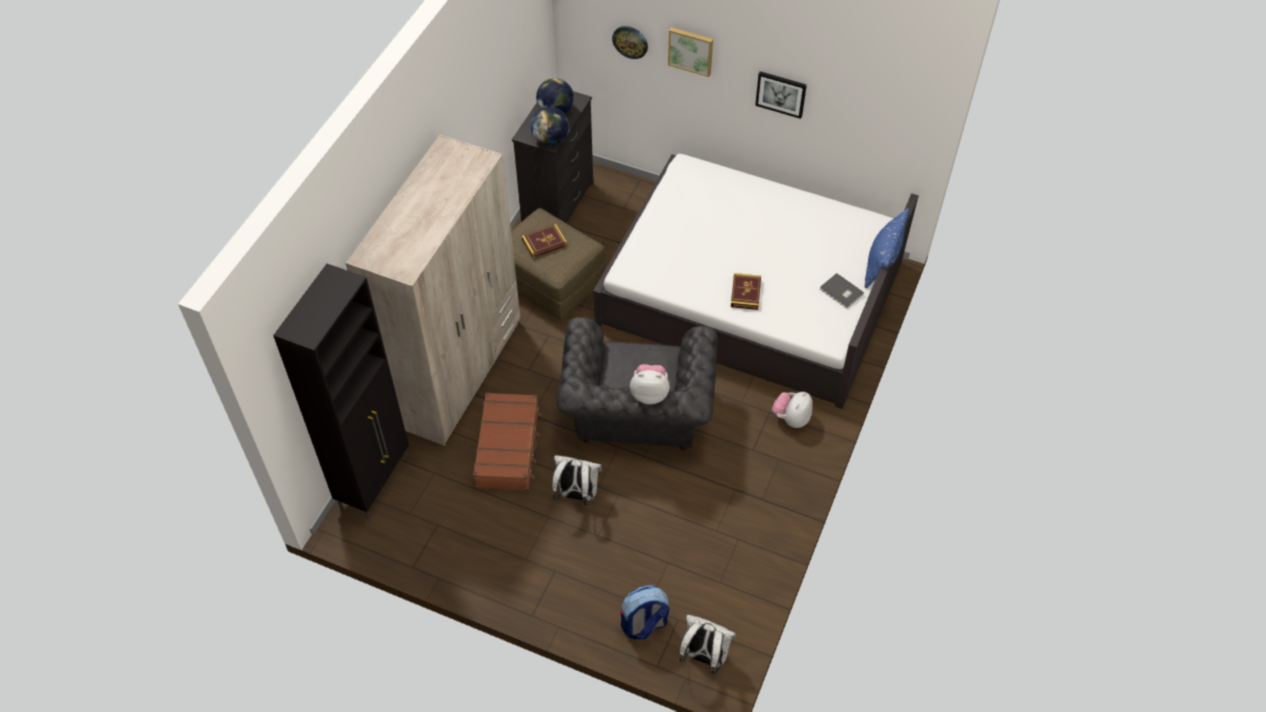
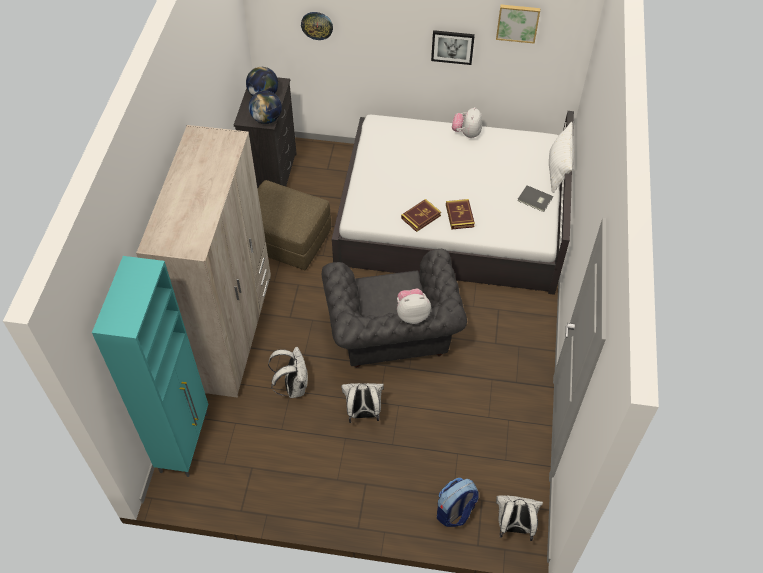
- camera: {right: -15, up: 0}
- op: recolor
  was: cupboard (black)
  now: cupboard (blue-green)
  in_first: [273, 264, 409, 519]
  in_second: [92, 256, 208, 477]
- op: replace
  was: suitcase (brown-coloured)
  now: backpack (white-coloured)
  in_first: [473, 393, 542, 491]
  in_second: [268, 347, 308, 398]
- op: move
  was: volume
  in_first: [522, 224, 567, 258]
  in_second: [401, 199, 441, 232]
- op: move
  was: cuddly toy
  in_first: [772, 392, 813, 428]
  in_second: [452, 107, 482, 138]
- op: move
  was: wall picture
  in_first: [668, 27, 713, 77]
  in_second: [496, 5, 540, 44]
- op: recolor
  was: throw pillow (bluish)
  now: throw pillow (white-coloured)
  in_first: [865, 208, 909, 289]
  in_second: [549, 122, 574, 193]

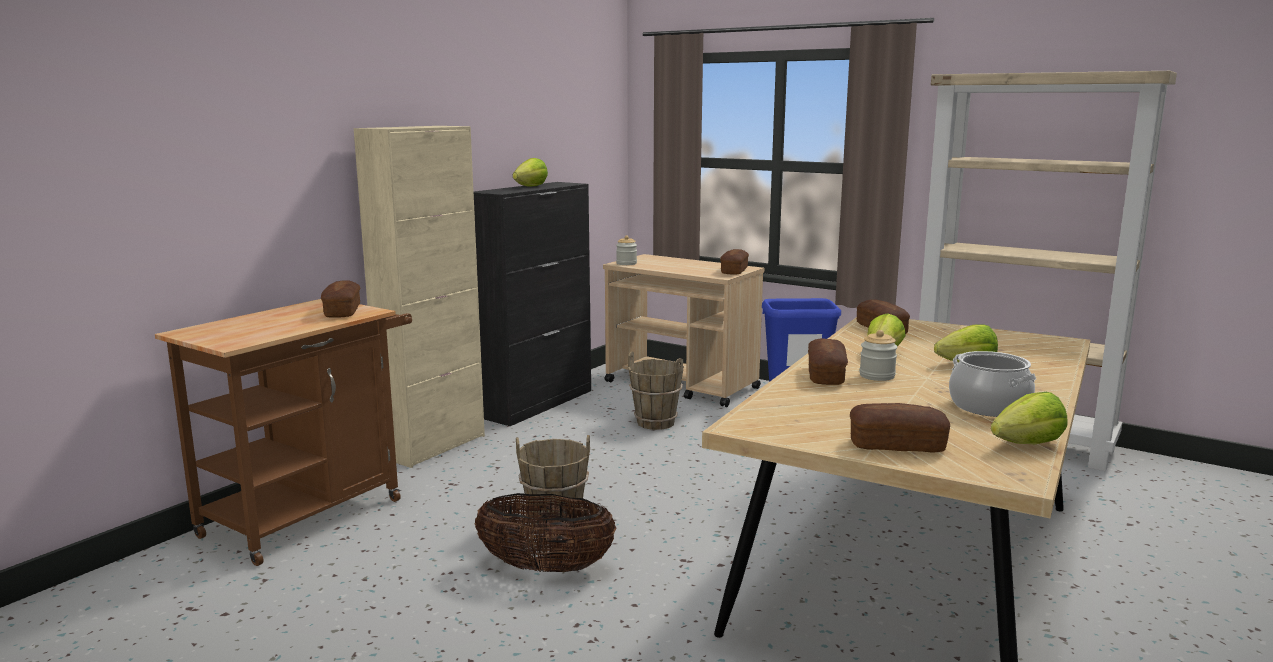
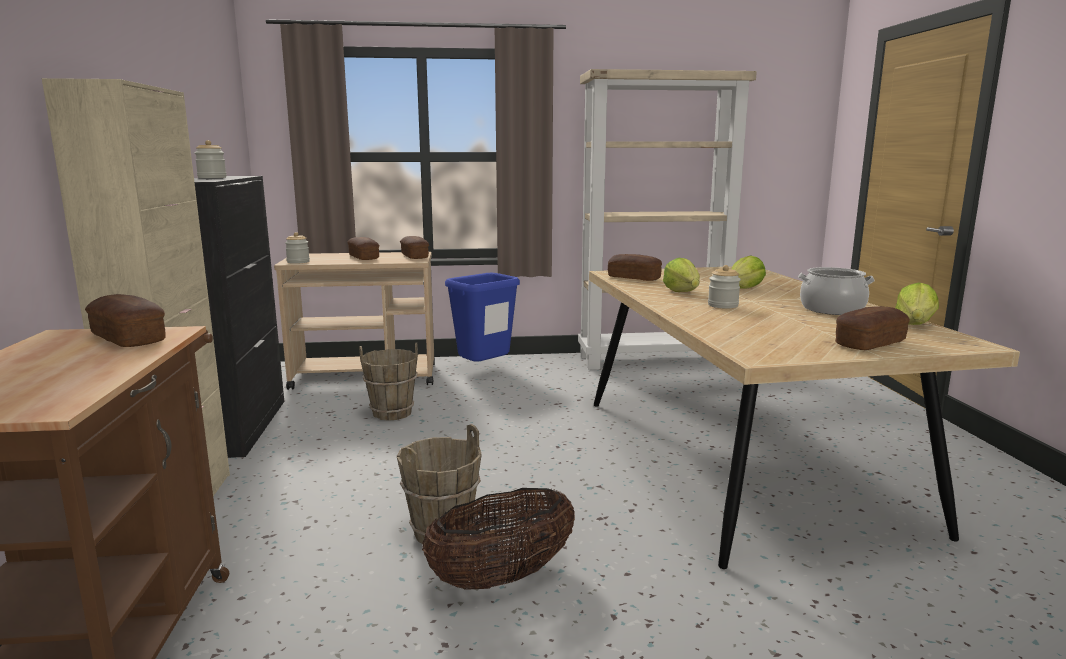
- camera: {right: -40, up: 0}
- op: replace
  was: head of lettuce
  now: storage jar
  in_first: [513, 158, 548, 186]
  in_second: [195, 140, 227, 178]
- op: move
  was: baked bread
  in_first: [808, 338, 848, 385]
  in_second: [347, 237, 379, 260]

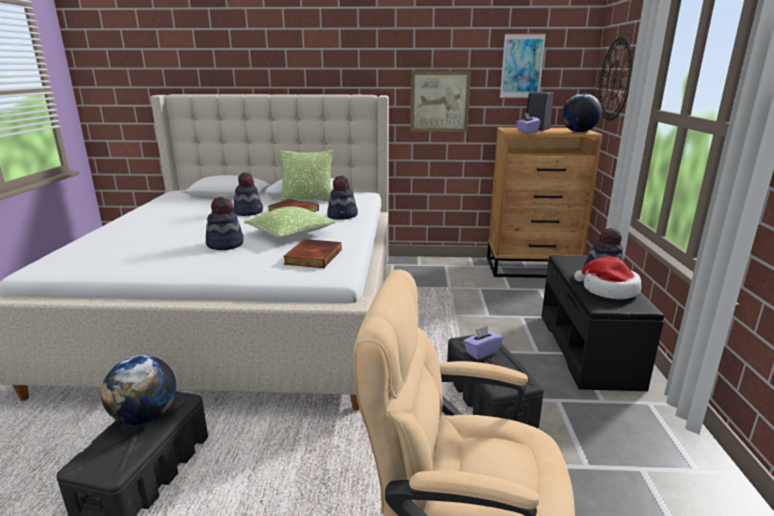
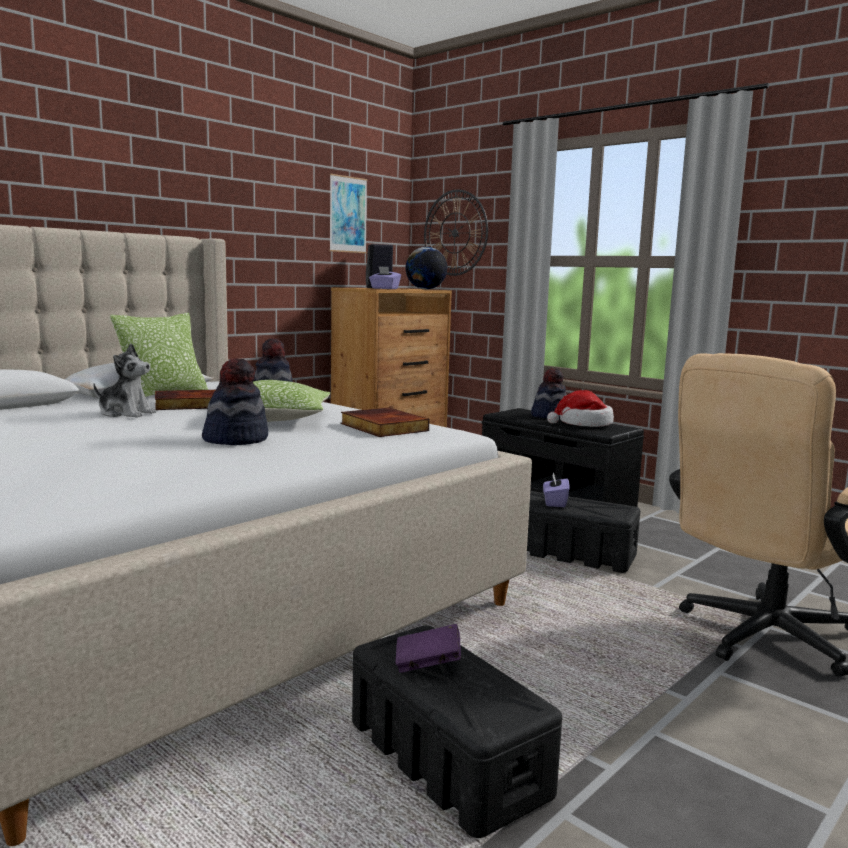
- camera: {right: -50, up: -10}
- op: replace
  was: hat
  now: cuddly toy
  in_first: [233, 172, 263, 216]
  in_second: [93, 343, 156, 418]
- op: replace
  was: globe
  now: volume (purple)
  in_first: [101, 355, 176, 425]
  in_second: [396, 624, 461, 673]
- op: delete
  was: wall picture
  in_first: [410, 71, 471, 132]

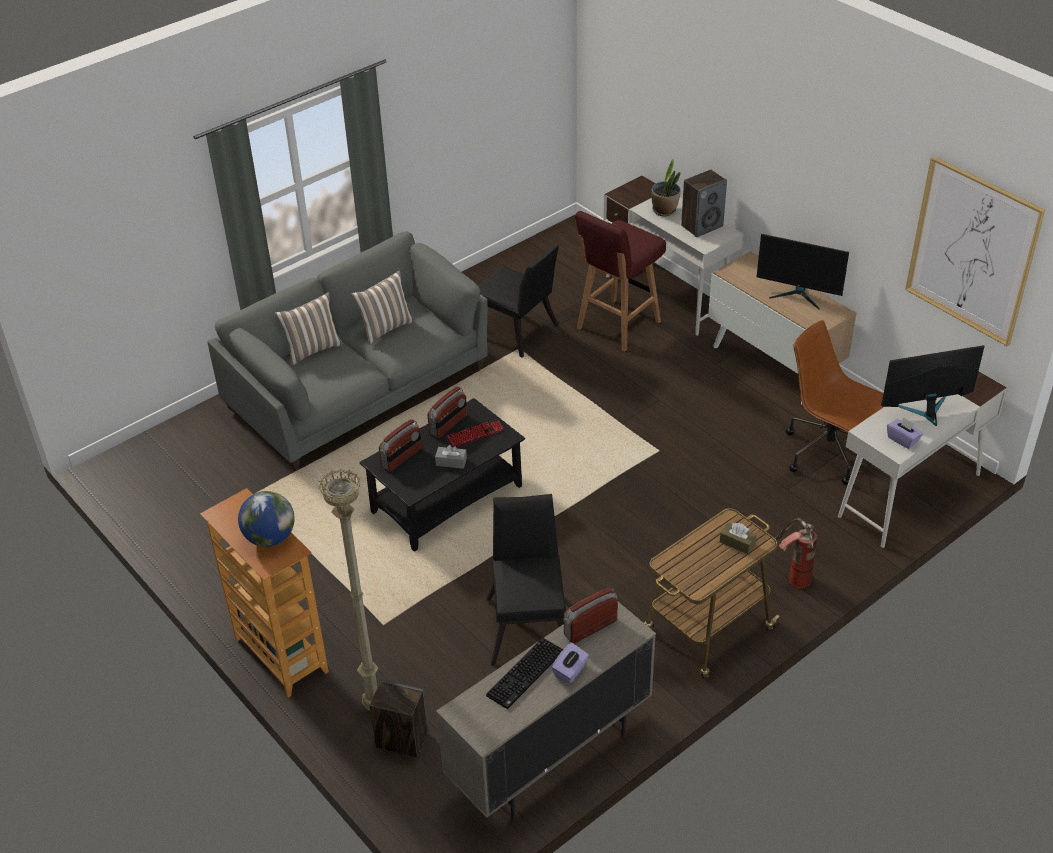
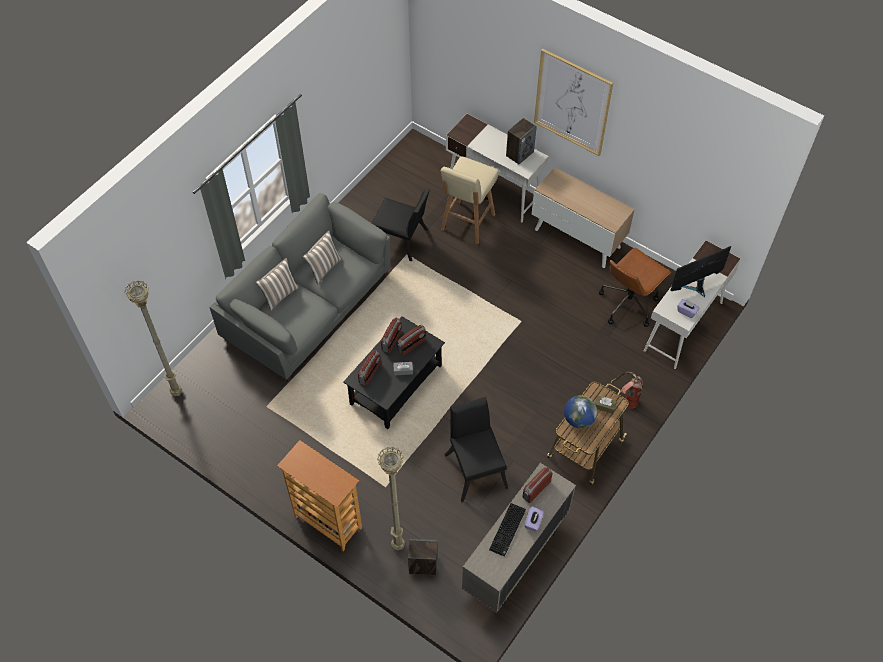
- camera: {right: -15, up: 15}
- op: insert
  now: standing lamp (beige-coloured)
  in_second: [125, 280, 182, 396]
- op: replace
  was: PC keyboard
  now: radio receiver
  in_first: [446, 419, 505, 447]
  in_second: [397, 325, 426, 356]
- op: recolor
  was: sitting stool (red-coloured)
  now: sitting stool (beige-coloured)
  in_first: [575, 211, 666, 351]
  in_second: [441, 156, 499, 244]
- op: move
  was: wall picture
  in_first: [905, 156, 1045, 346]
  in_second: [534, 49, 613, 156]
- op: move
  was: globe
  in_first: [238, 491, 295, 547]
  in_second: [564, 395, 597, 428]
- op: rotate
  was: computer chair (brown-coloured)
  in_first: [786, 320, 883, 485]
  in_second: [599, 247, 671, 327]
  clockwise: -75
- op: delete
  was: potted plant
  in_first: [651, 158, 681, 216]
- op: delete
  was: computer screen
  in_first: [756, 234, 849, 310]

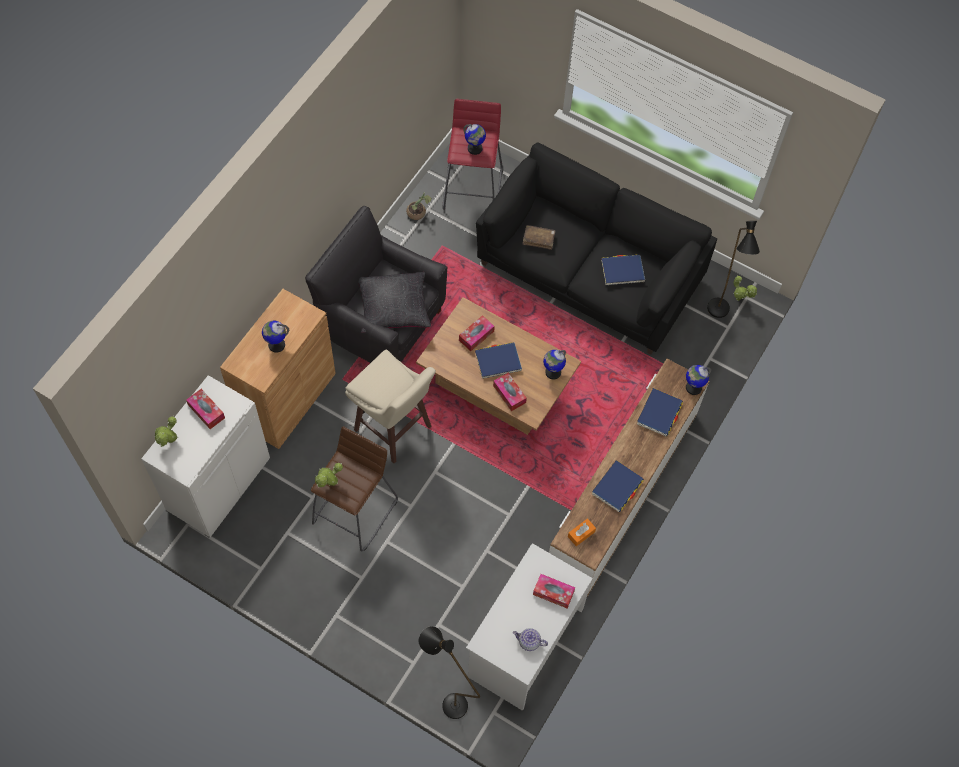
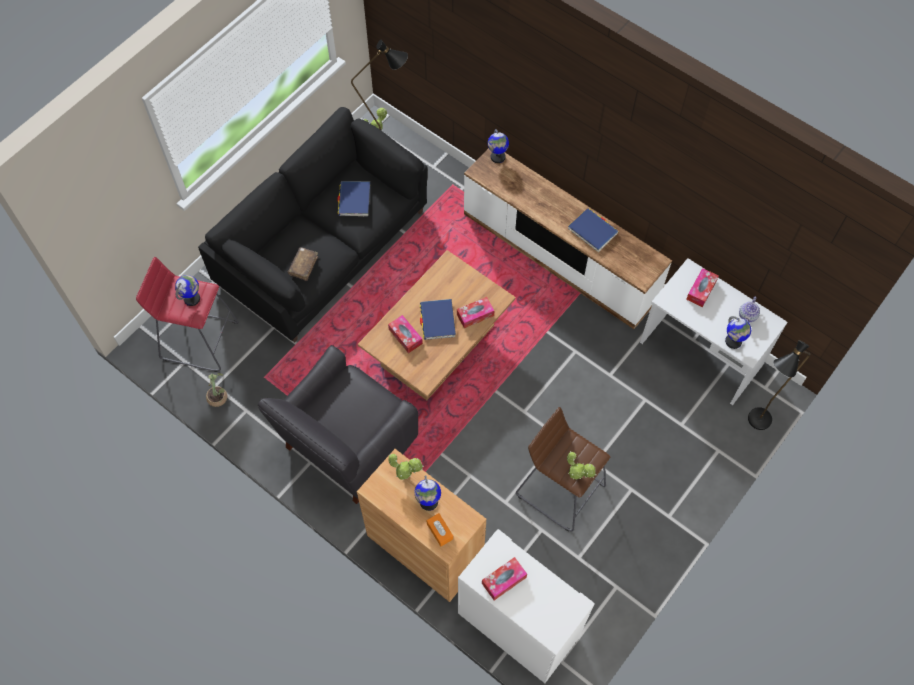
- camera: {right: -80, up: 0}
- op: move
  was: potted plant
  in_first: [155, 416, 178, 447]
  in_second: [388, 454, 424, 480]
- op: move
  was: box of tissues (orange-coloured)
  in_first: [568, 518, 596, 546]
  in_second: [426, 513, 453, 547]
- op: move
  was: globe
  in_first: [543, 350, 566, 379]
  in_second: [725, 316, 751, 349]
- op: delete
  was: sitting stool (beige-coloured)
  in_first: [345, 349, 436, 463]
- op: delete
  was: throw pillow (black)
  in_first: [358, 272, 431, 333]
- op: delete
  was: volume (bluish)
  in_first: [637, 388, 683, 436]

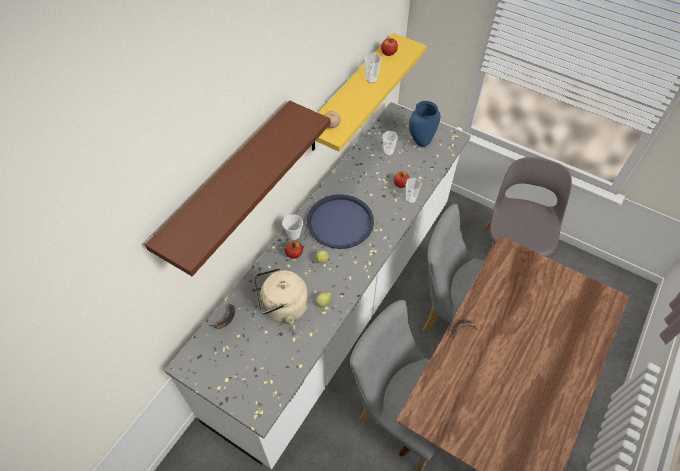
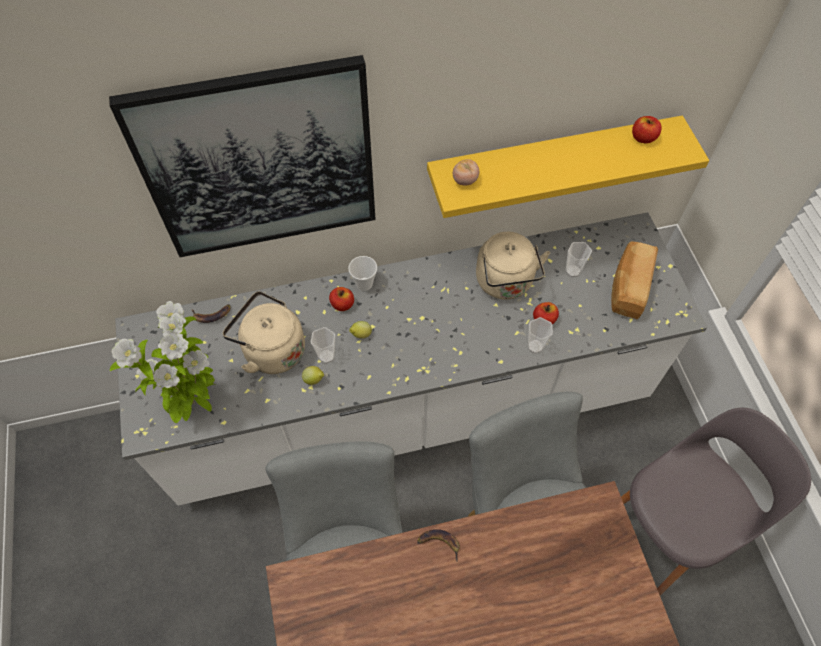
- camera: {right: 45, up: 5}
- op: replace
  was: bracket shelf (brown-coloured)
  now: wall picture
  in_first: [145, 100, 330, 276]
  in_second: [109, 55, 376, 257]
- op: insert
  now: potted plant
  in_second: [110, 301, 215, 423]
- op: move
  was: cup
  in_first: [364, 53, 382, 83]
  in_second: [311, 327, 335, 364]
- op: insert
  now: water kettle (beige-coloured)
  in_second: [476, 232, 550, 300]
- op: replace
  was: decorative vase (bluish)
  now: baked bread
  in_first: [409, 101, 440, 147]
  in_second: [611, 241, 658, 319]
- op: delete
  was: serving tray (bluish)
  in_first: [307, 194, 374, 249]

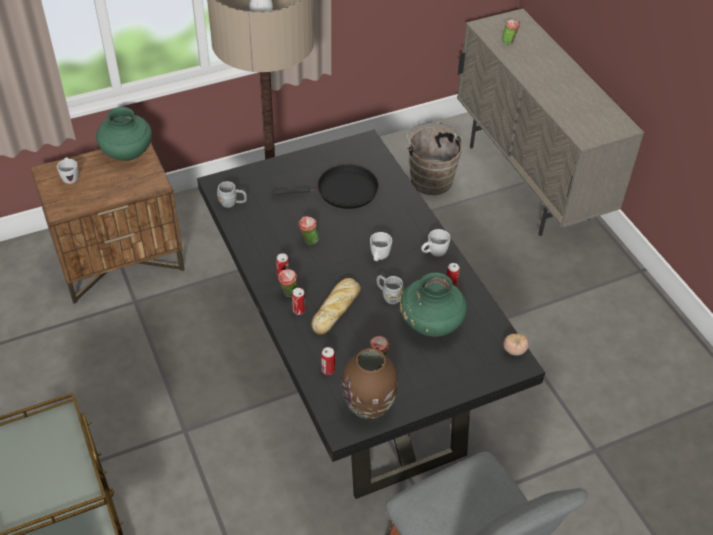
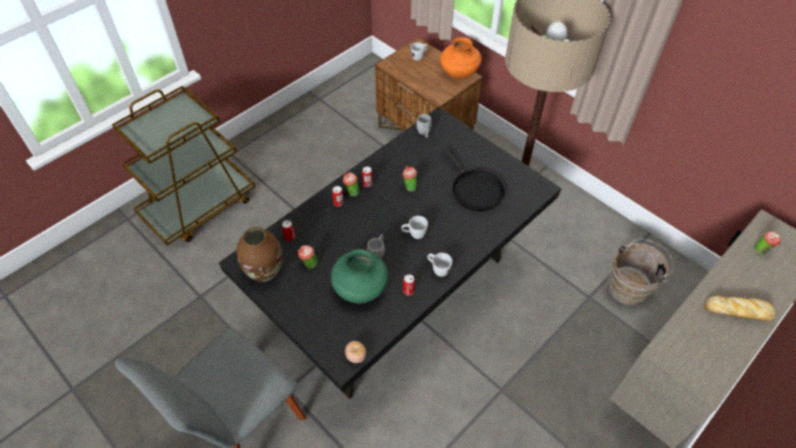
- camera: {right: 70, up: 5}
- op: recolor
  was: decorative vase (greenish)
  now: decorative vase (orange-coloured)
  in_first: [96, 107, 152, 161]
  in_second: [440, 37, 482, 79]
- op: move
  was: baked bread
  in_first: [311, 278, 361, 335]
  in_second: [704, 296, 775, 321]

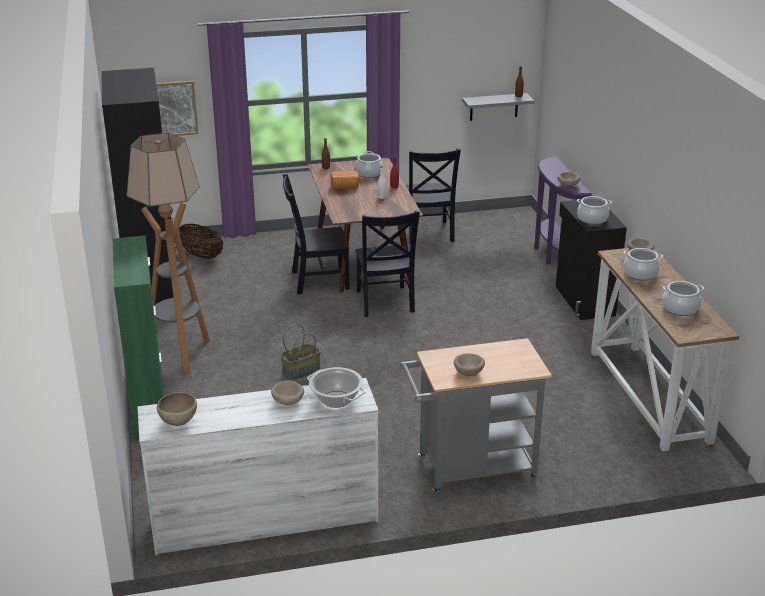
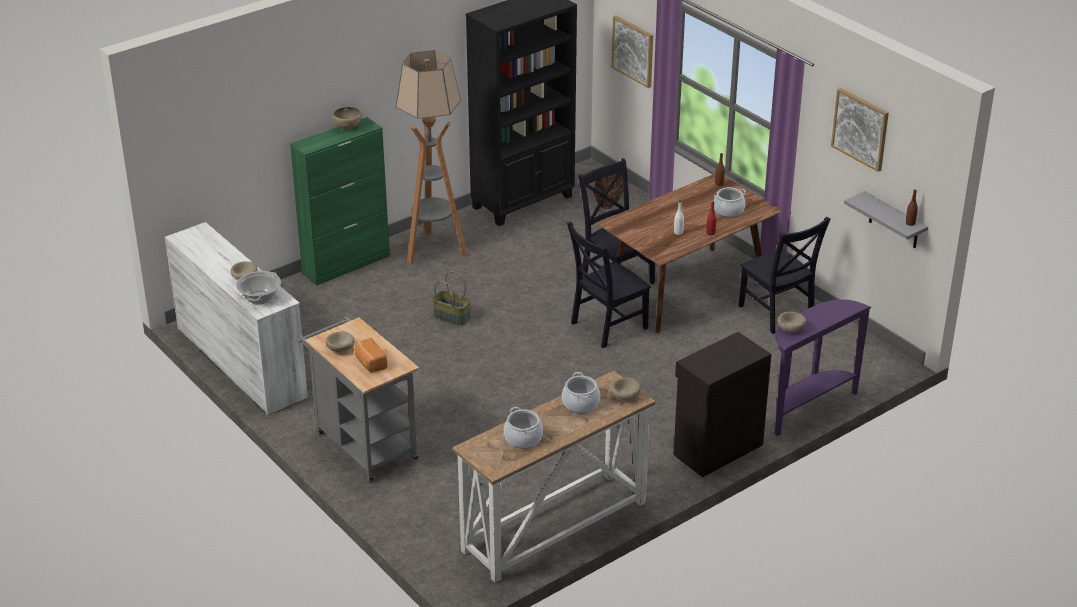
- camera: {right: 65, up: 5}
- op: move
  was: serving bowl (brown-coloured)
  in_first: [157, 392, 197, 426]
  in_second: [333, 107, 362, 130]
- op: move
  was: baked bread
  in_first: [331, 171, 359, 189]
  in_second: [354, 338, 387, 372]
- op: rotate
  was: plain chair (black)
  in_first: [404, 148, 461, 244]
  in_second: [738, 217, 831, 334]
  clockwise: -90
- op: insert
  now: wall picture
  in_second: [831, 88, 889, 172]
- op: delete
  was: cooking pot
  in_first: [577, 196, 612, 225]

